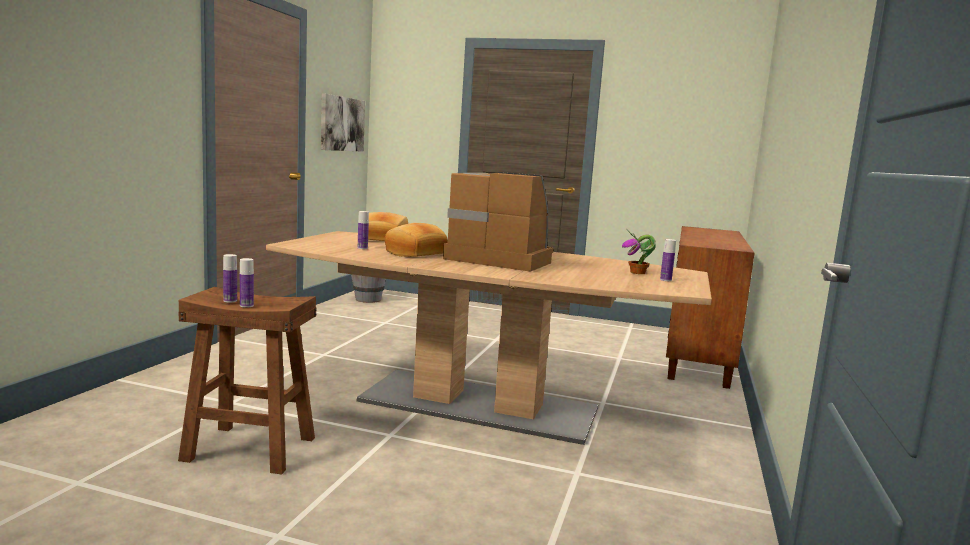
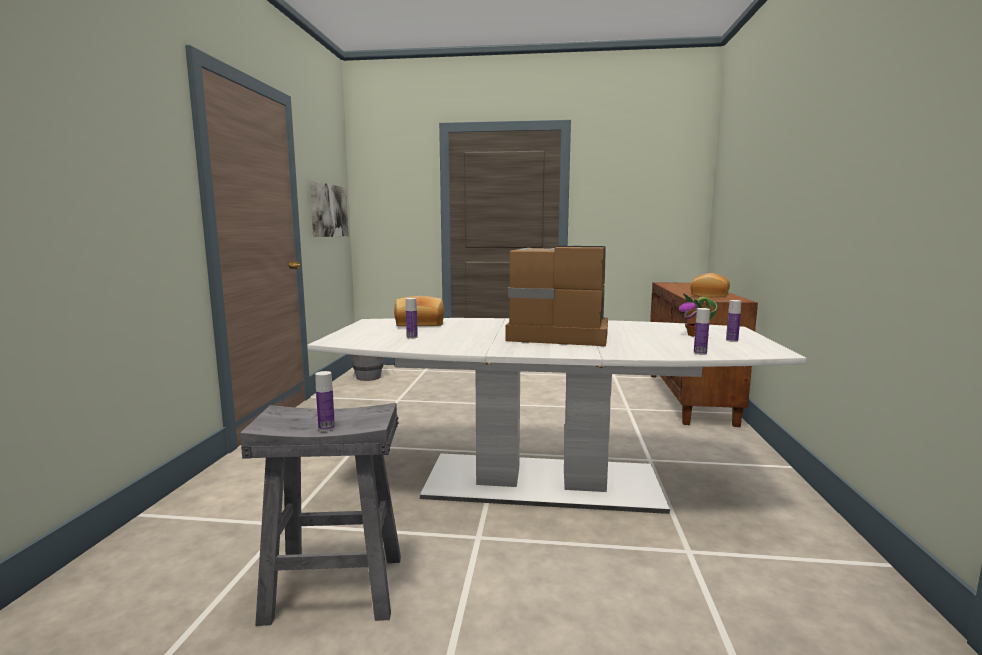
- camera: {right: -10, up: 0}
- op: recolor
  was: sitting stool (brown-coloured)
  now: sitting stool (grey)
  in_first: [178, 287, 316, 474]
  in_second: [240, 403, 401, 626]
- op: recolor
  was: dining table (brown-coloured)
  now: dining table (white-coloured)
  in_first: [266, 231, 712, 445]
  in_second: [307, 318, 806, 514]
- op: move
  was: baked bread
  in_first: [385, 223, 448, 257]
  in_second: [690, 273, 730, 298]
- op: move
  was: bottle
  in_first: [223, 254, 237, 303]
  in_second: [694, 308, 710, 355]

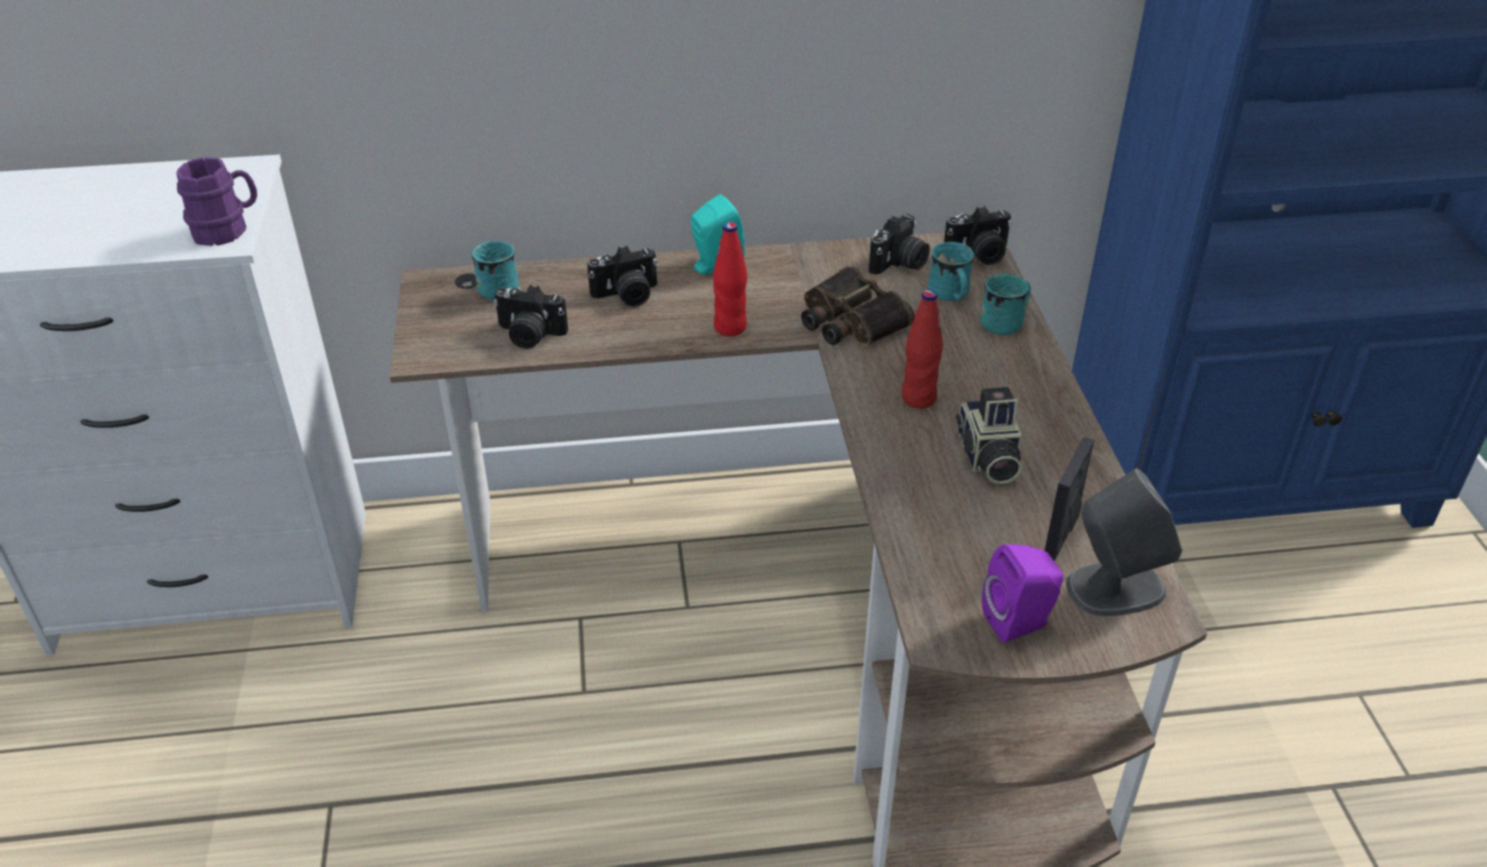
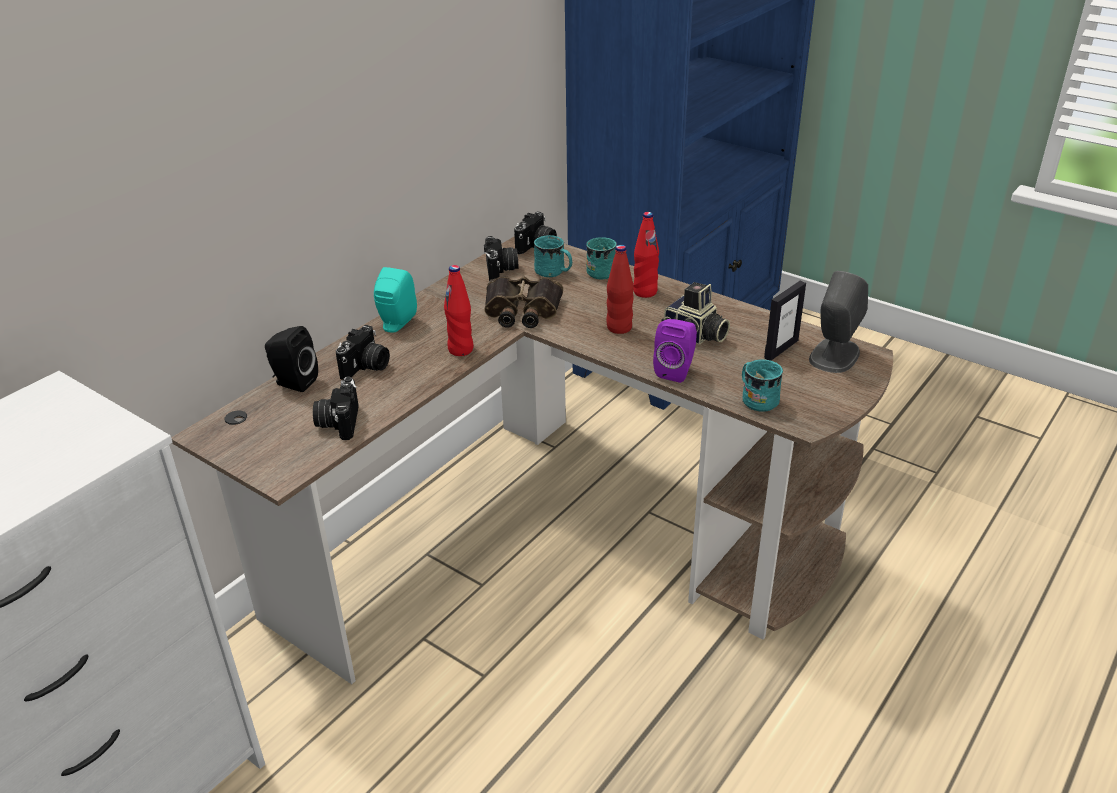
- camera: {right: -45, up: -5}
- op: insert
  now: loudspeaker (black)
  in_second: [265, 326, 318, 392]
- op: rotate
  was: photo camera
  in_first: [493, 285, 568, 349]
  in_second: [313, 377, 359, 440]
  clockwise: 120
- op: insert
  now: bottle (red-coloured)
  in_second: [633, 212, 659, 298]
- op: move
  was: loudspeaker (purple)
  in_first: [982, 544, 1063, 643]
  in_second: [653, 319, 697, 383]
- op: move
  was: tea mug (blue-green)
  in_first: [472, 241, 519, 300]
  in_second: [742, 359, 783, 412]
- op: rotate
  was: photo frame
  in_first: [1044, 437, 1094, 561]
  in_second: [764, 281, 806, 361]
  clockwise: -120
- op: delete
  was: tea mug (purple)
  in_first: [176, 157, 257, 246]

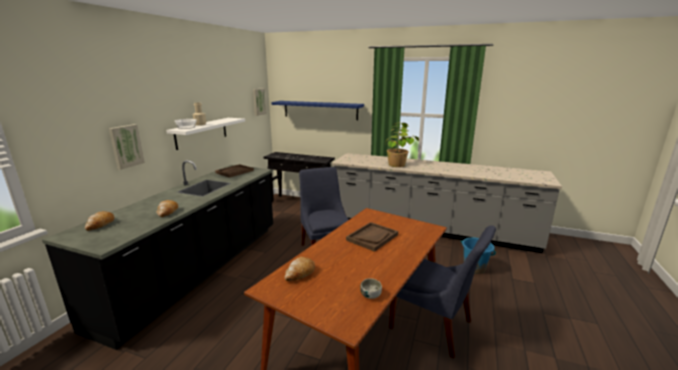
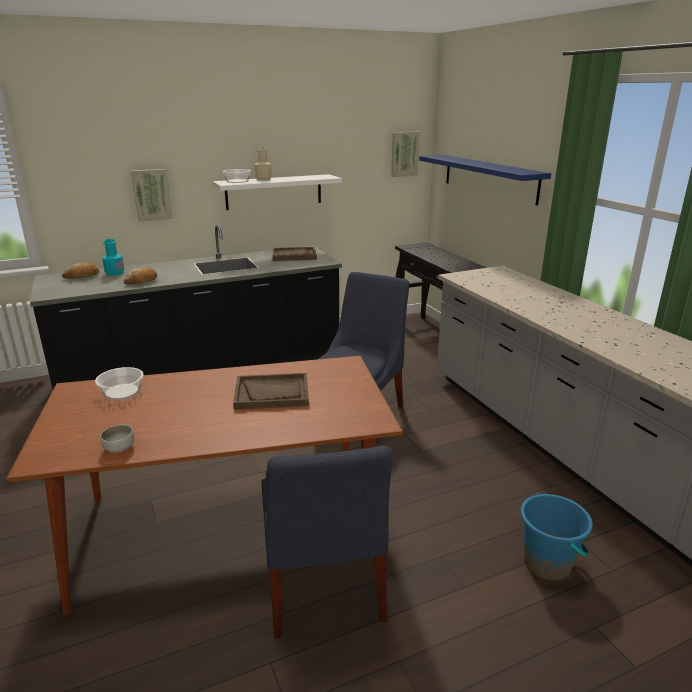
- camera: {right: 45, up: 5}
- op: replace
  was: baked bread
  now: serving bowl
  in_first: [285, 257, 315, 281]
  in_second: [95, 367, 144, 400]
- op: insert
  now: bottle (blue-green)
  in_second: [102, 239, 124, 275]
- op: delete
  was: potted plant
  in_first: [385, 122, 419, 167]

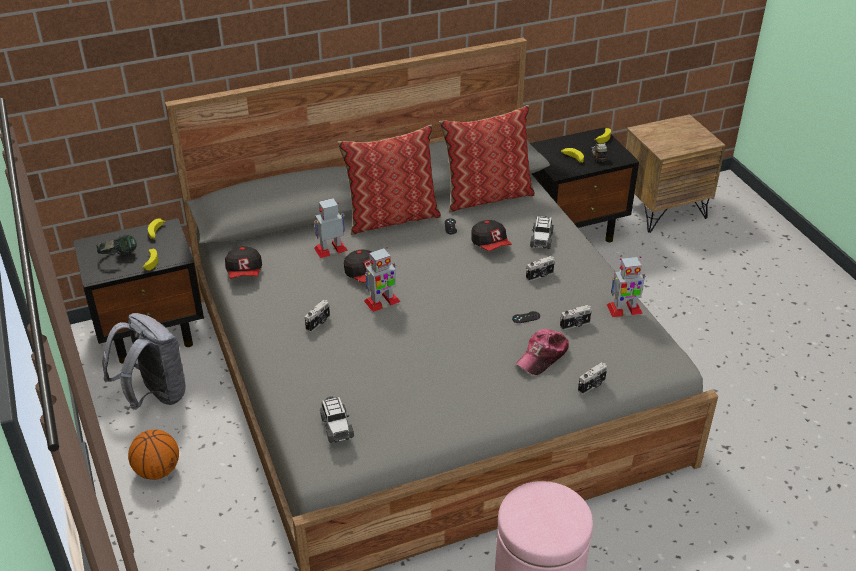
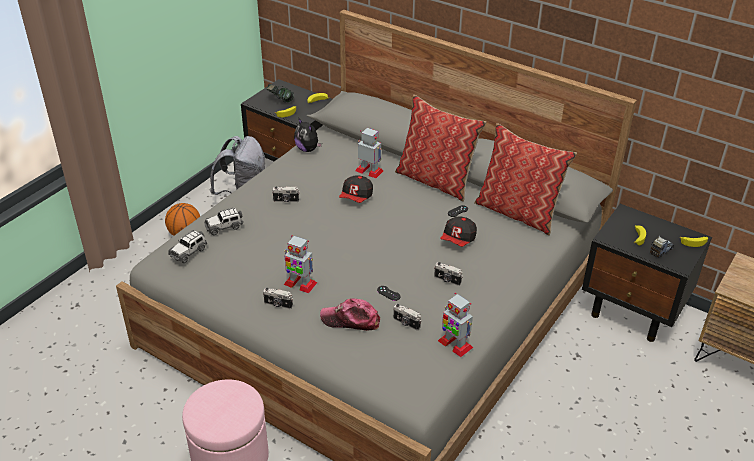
- camera: {right: 55, up: 0}
- op: move
  was: toy car
  in_first: [530, 216, 554, 249]
  in_second: [204, 207, 243, 235]
- op: move
  was: photo camera
  in_first: [578, 362, 607, 394]
  in_second: [263, 288, 293, 309]
- op: move
  was: model robot
  in_first: [364, 247, 400, 312]
  in_second: [284, 235, 317, 293]
- op: replace
  was: baseball cap
  now: cuddly toy
  in_first: [225, 247, 262, 279]
  in_second: [294, 117, 322, 152]

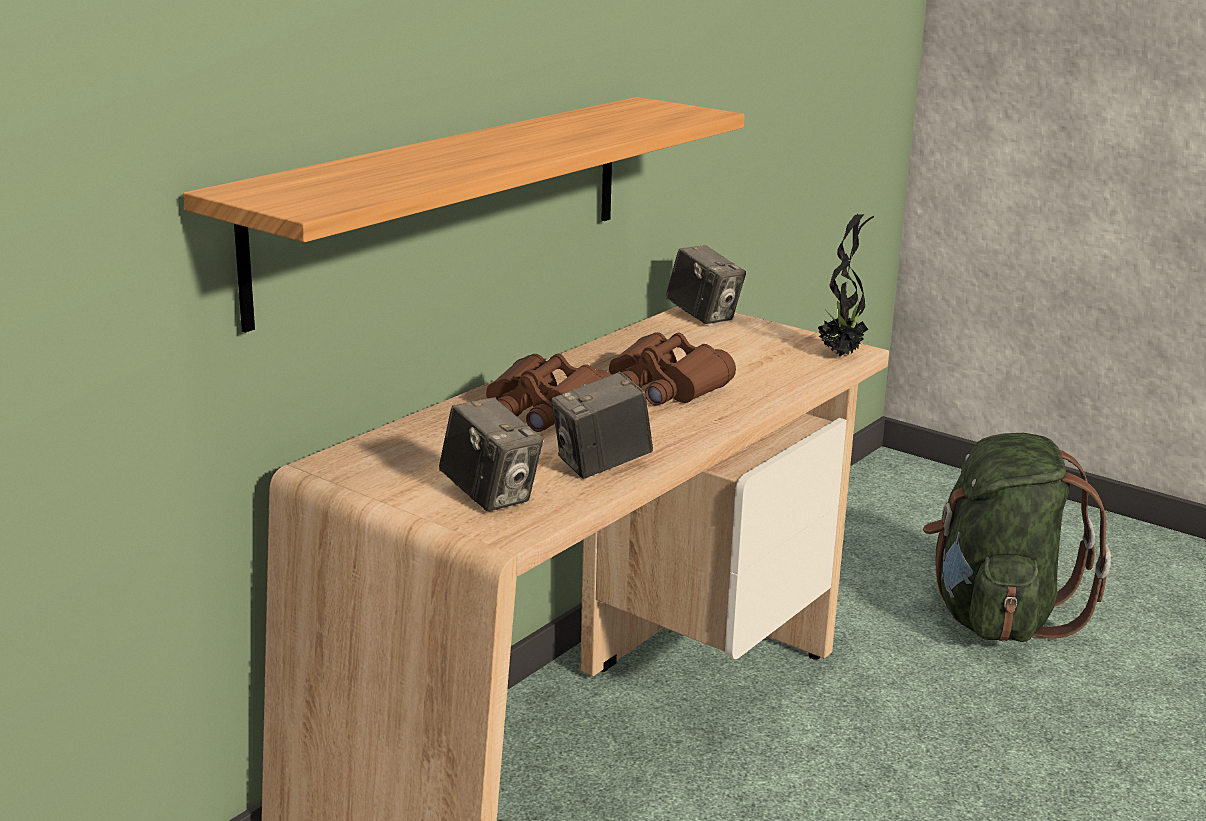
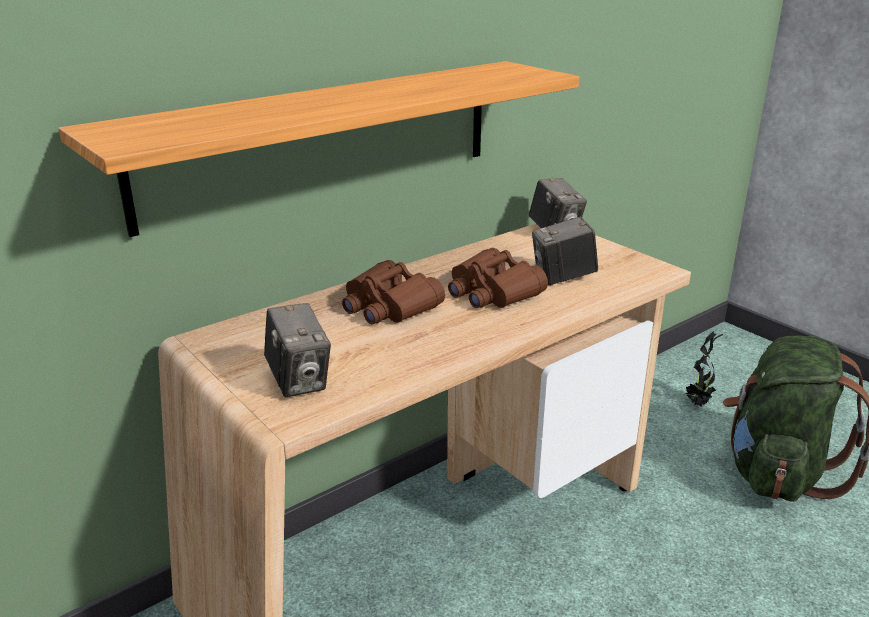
- camera: {right: 15, up: 5}
- op: move
  was: photo camera
  in_first: [551, 371, 653, 479]
  in_second: [532, 216, 598, 285]
- op: move
  was: potted plant
  in_first: [818, 214, 874, 356]
  in_second: [686, 331, 723, 406]

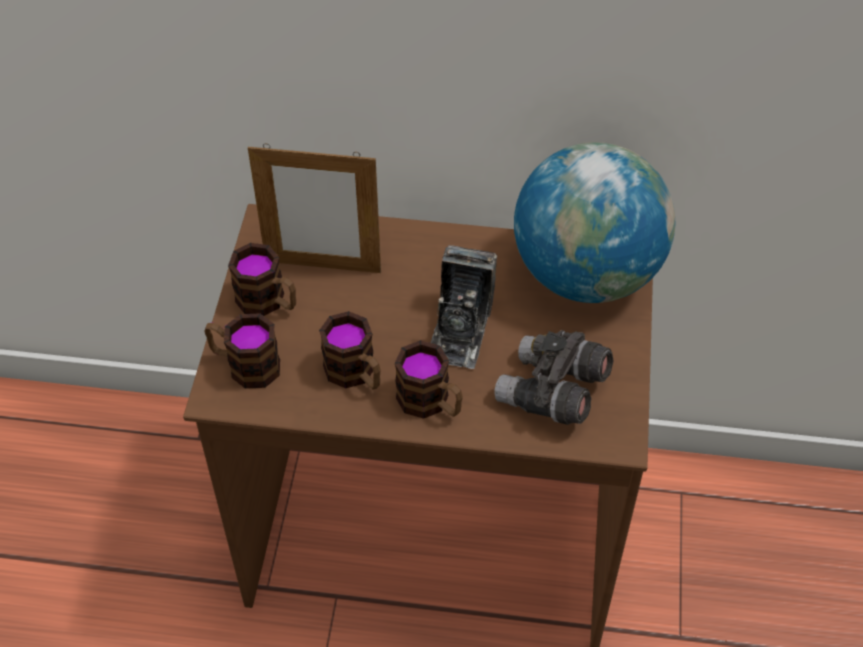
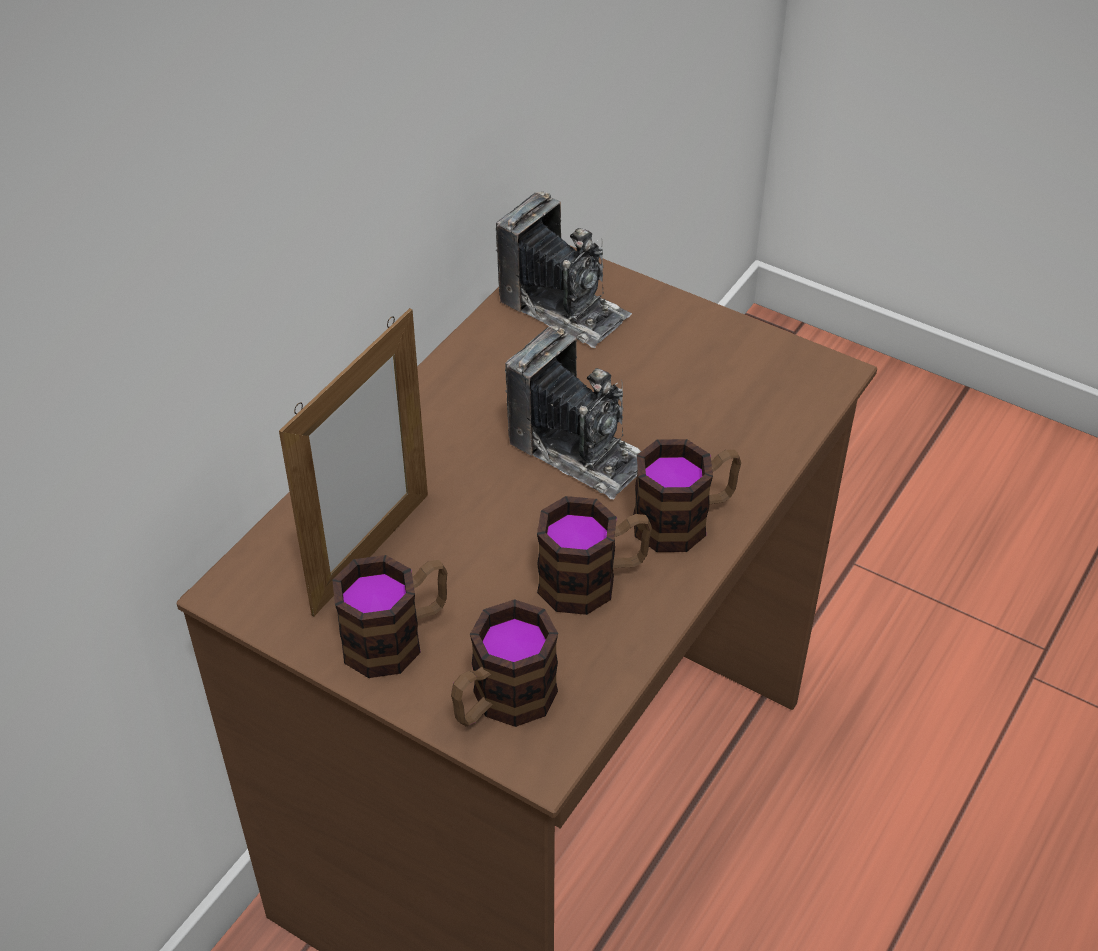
- camera: {right: -65, up: -5}
- op: replace
  was: globe
  now: photo camera
  in_first: [514, 142, 675, 303]
  in_second: [496, 191, 632, 348]
- op: delete
  was: binoculars (grey)
  in_first: [494, 330, 613, 425]

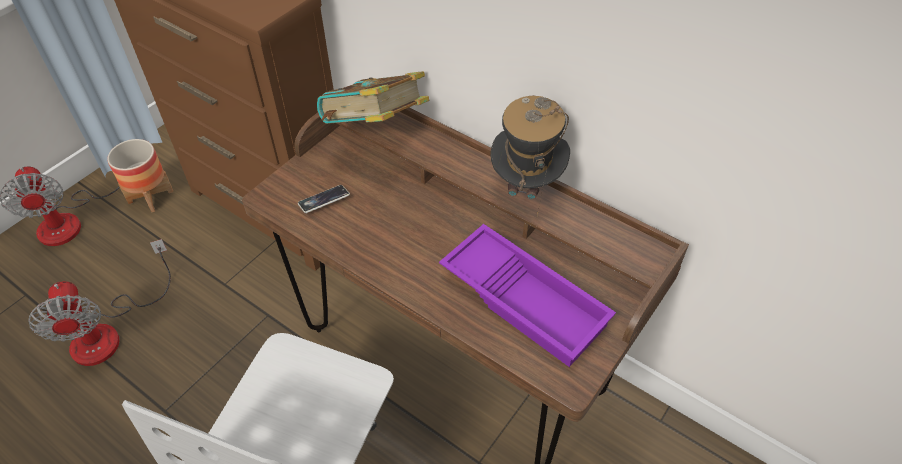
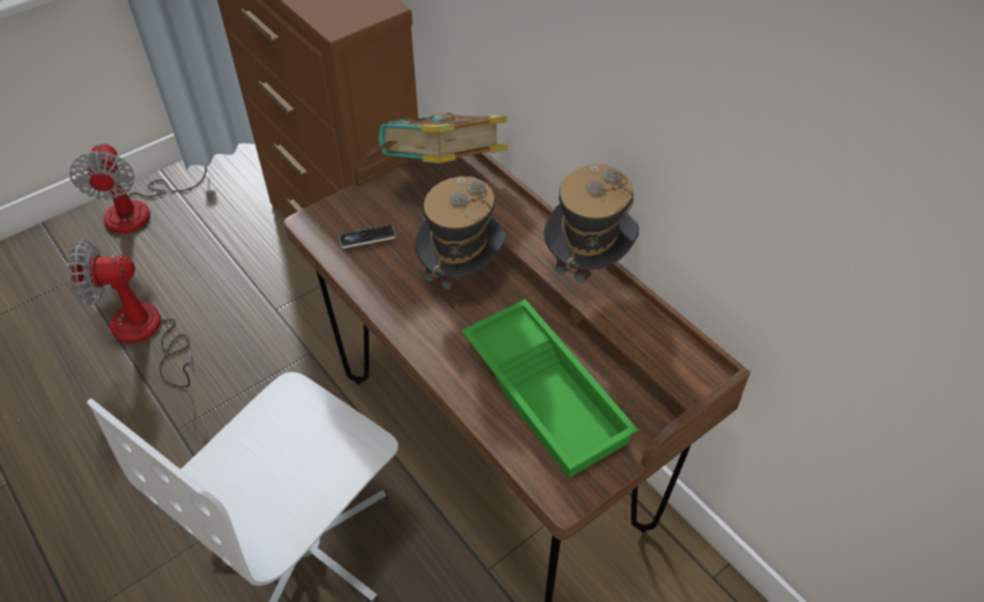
- camera: {right: 15, up: 0}
- op: rotate
  was: fan
  in_first: [28, 239, 171, 366]
  in_second: [68, 240, 196, 388]
  clockwise: 90
- op: insert
  now: hat
  in_second: [414, 176, 506, 308]
- op: recolor
  was: serving tray (purple)
  now: serving tray (greenish)
  in_first: [439, 224, 616, 367]
  in_second: [461, 299, 638, 478]
- op: delete
  was: plant pot
  in_first: [107, 139, 173, 212]

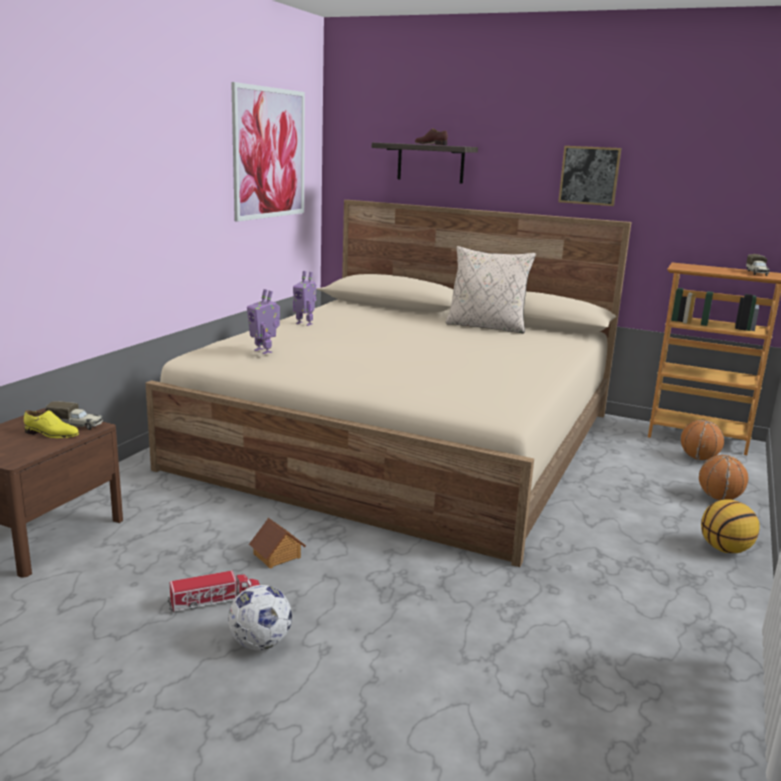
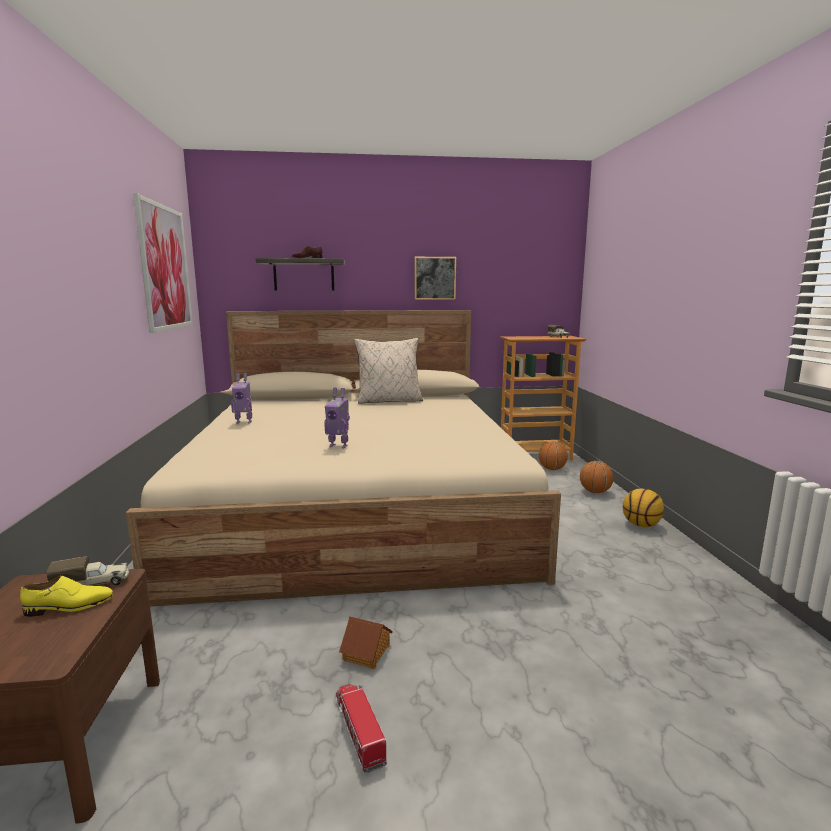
- camera: {right: -30, up: -5}
- op: move
  was: model robot
  in_first: [247, 289, 280, 354]
  in_second: [324, 388, 350, 448]
- op: rotate
  was: model truck
  in_first: [167, 571, 260, 612]
  in_second: [336, 684, 387, 773]
  clockwise: -60
- op: delete
  was: ball for football
  in_first: [228, 585, 292, 650]

